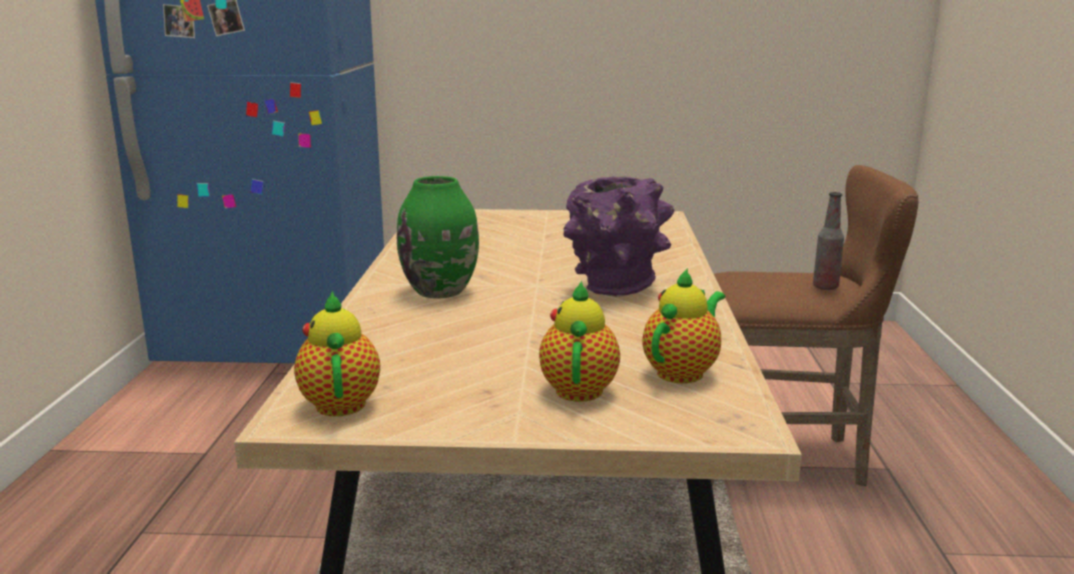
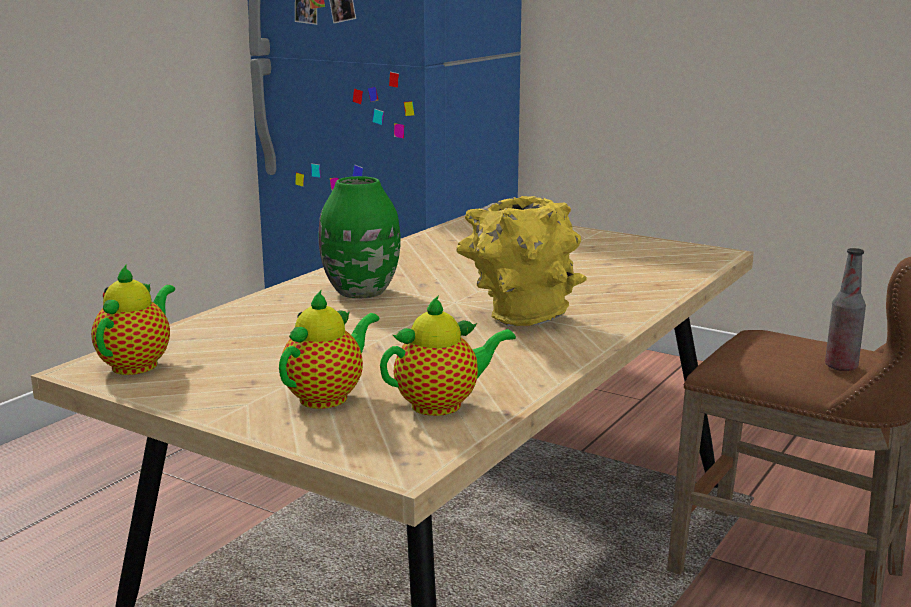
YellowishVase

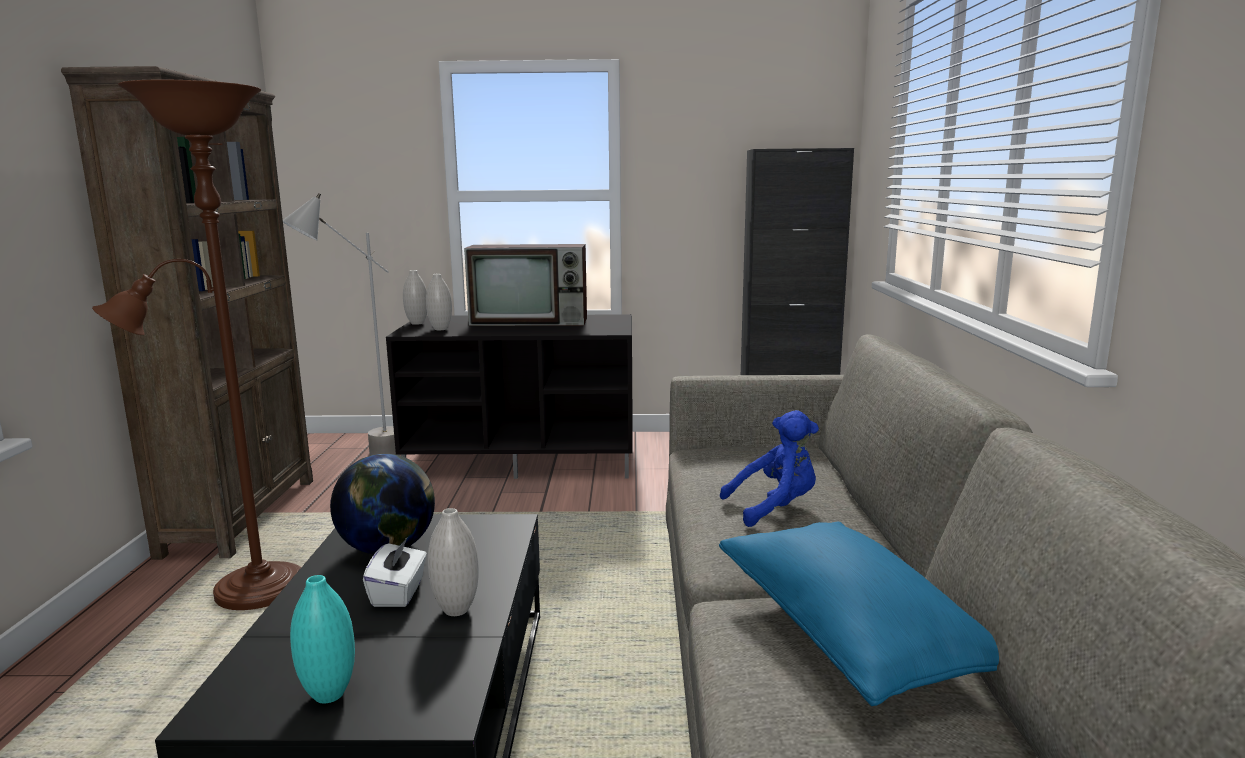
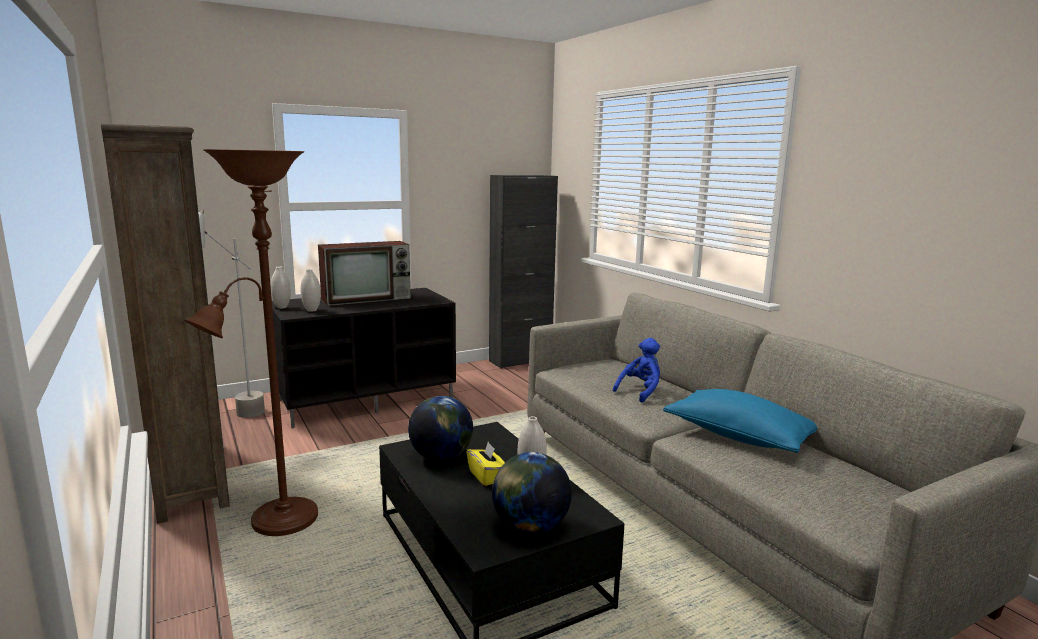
YellowishTissueHolder
Globe (no. 2 from left)

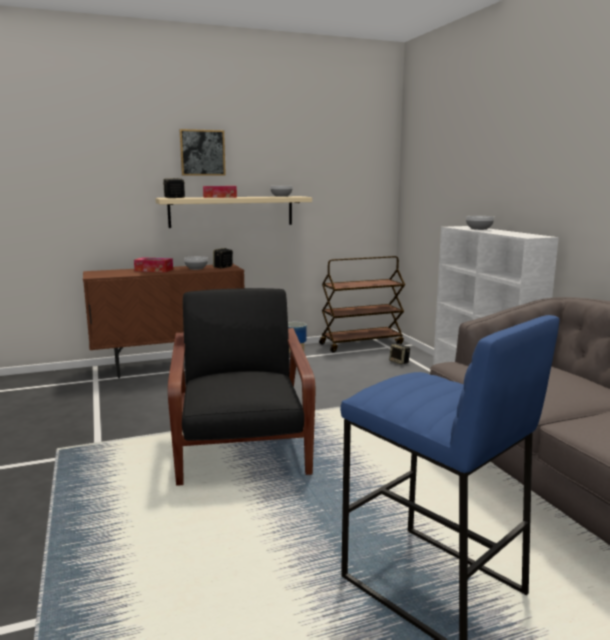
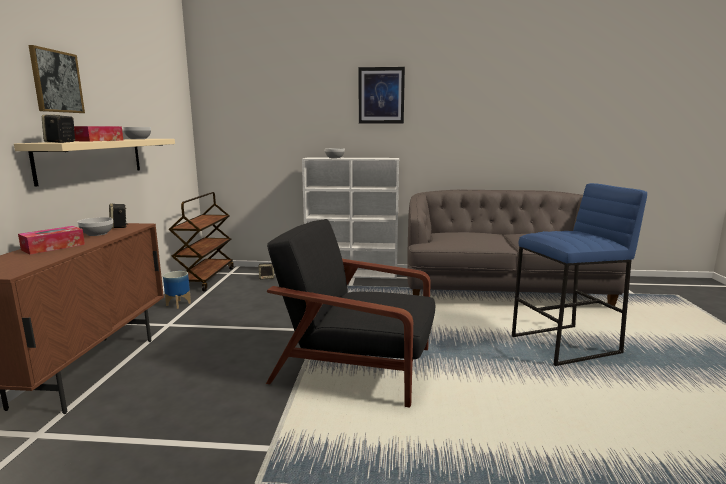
Picture (no. 2 from left)

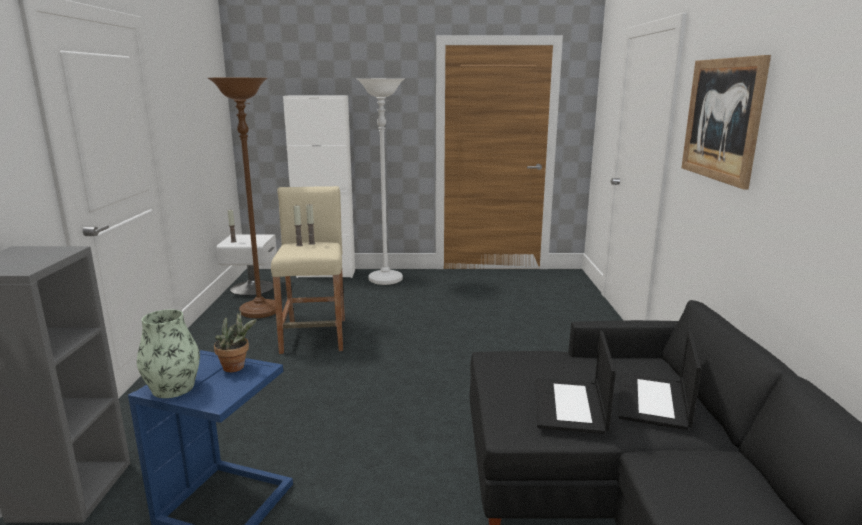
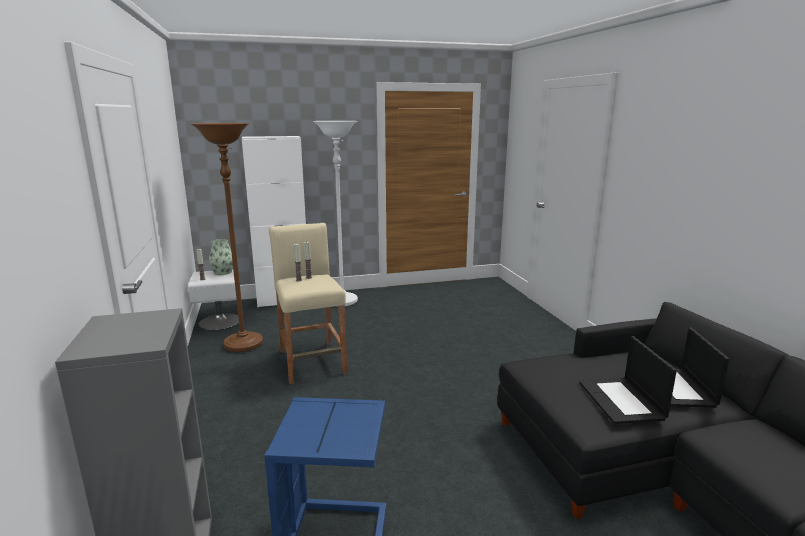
Vase
PlantInAPot
Picture

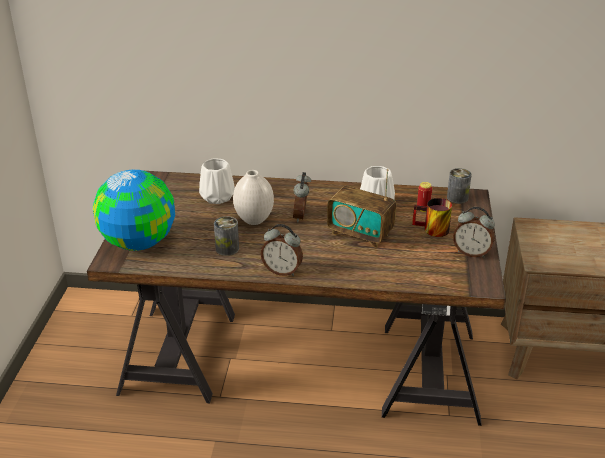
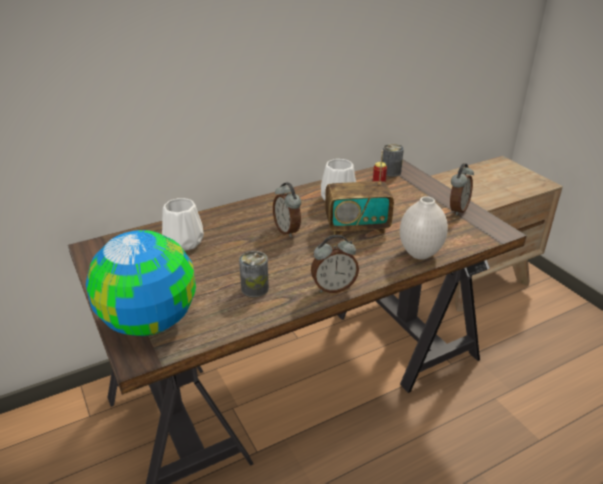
WhitishVase (no. 3 from left)
AlarmClock (no. 3 from left)
CoffeeMug

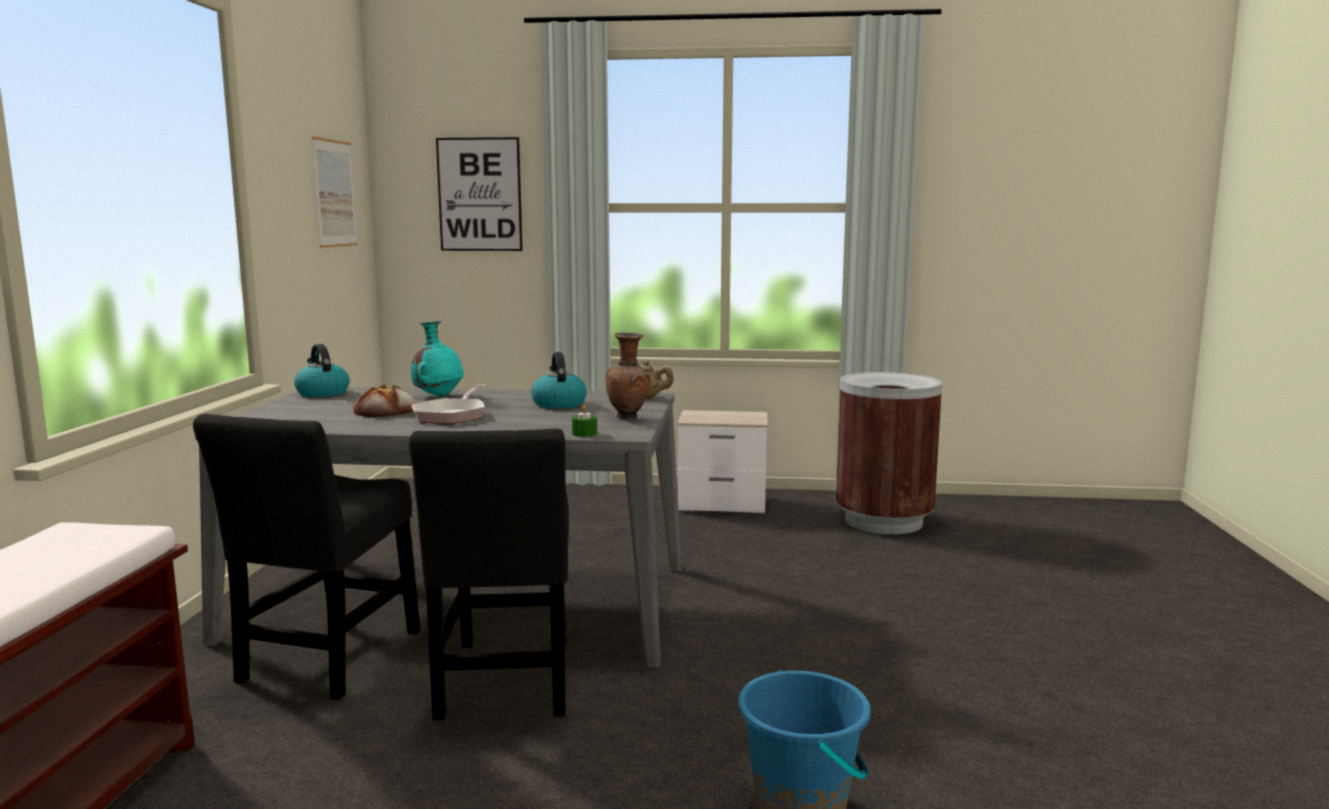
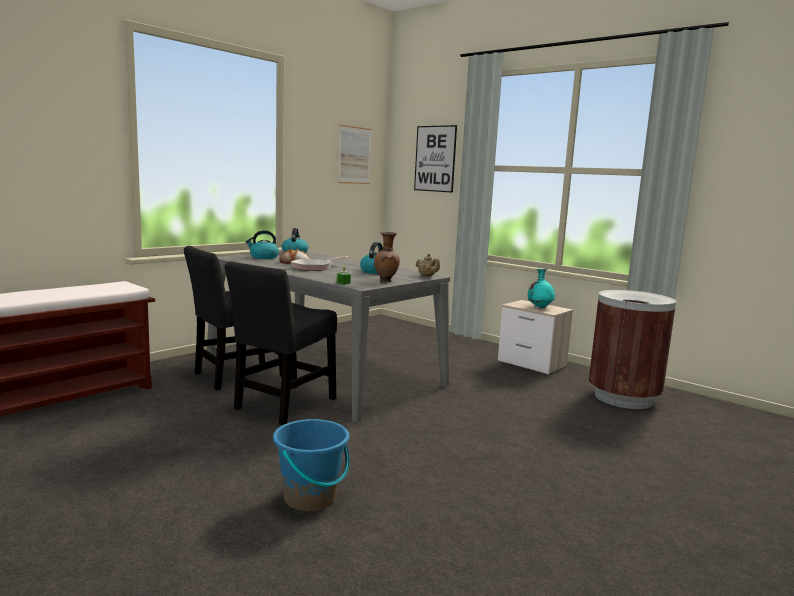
Kettle (no. 1 from left)
BlueGreenVase

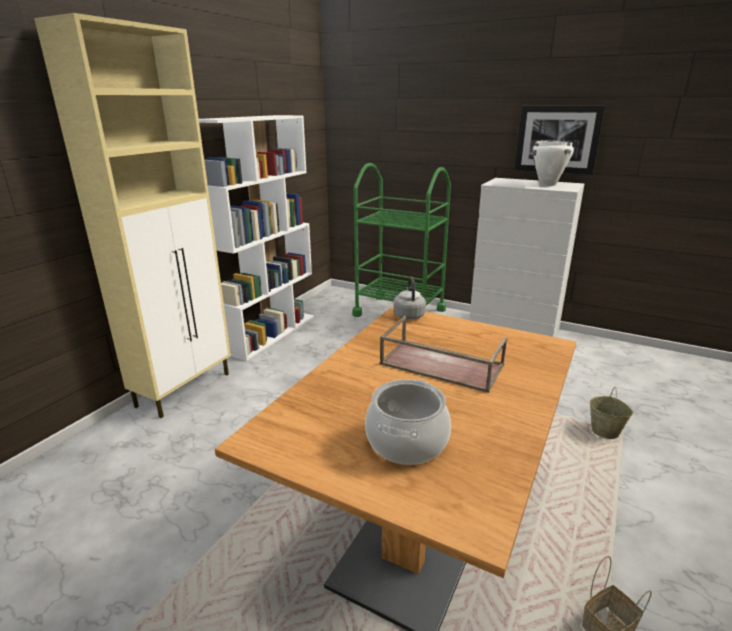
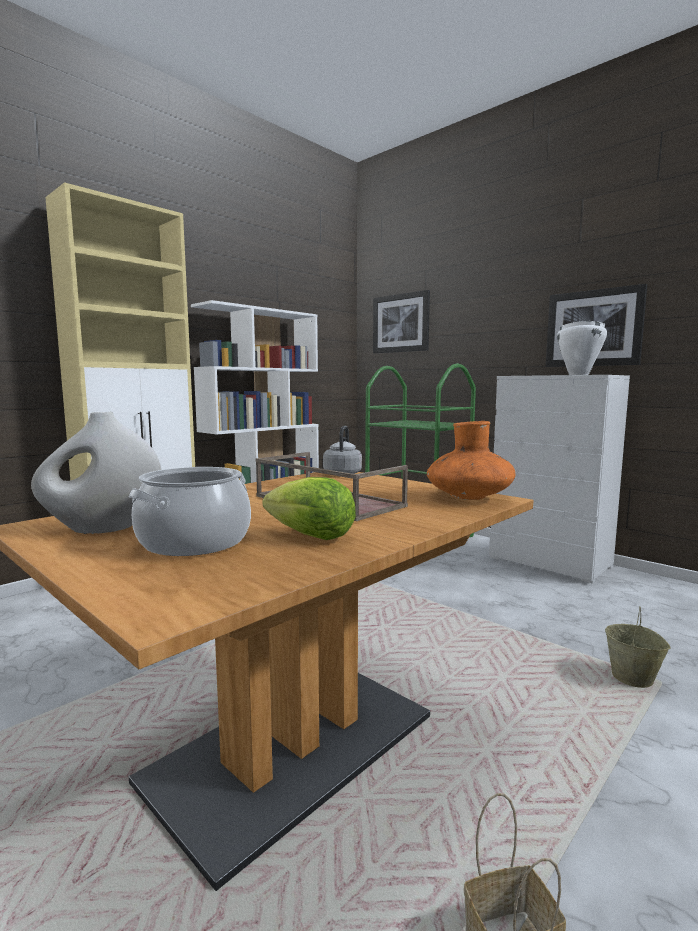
WhitishVase
LettuceHead
Picture (no. 1 from left)
OrangeVase

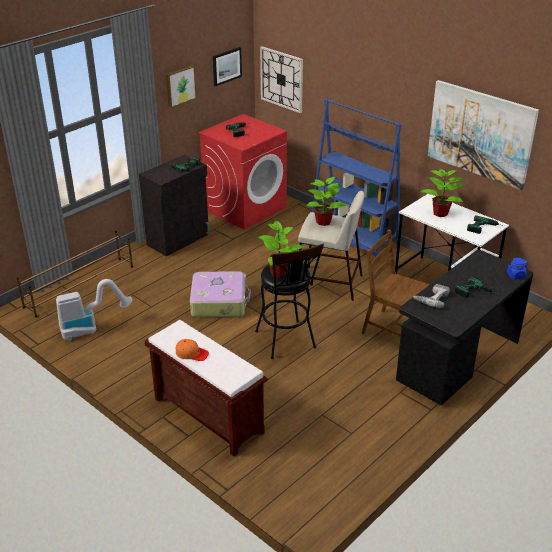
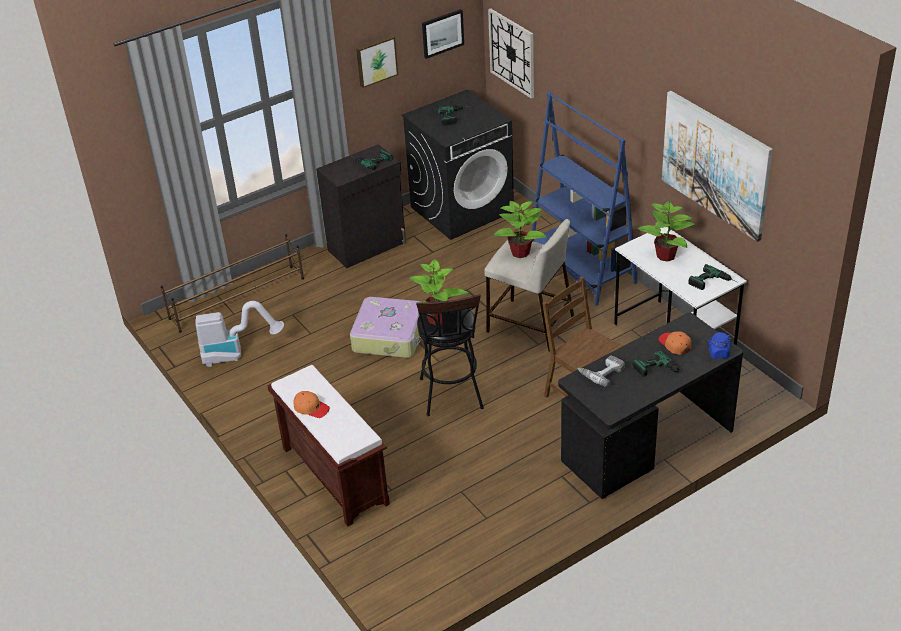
BlackishWashingMachine
OrangeCap (no. 2 from left)

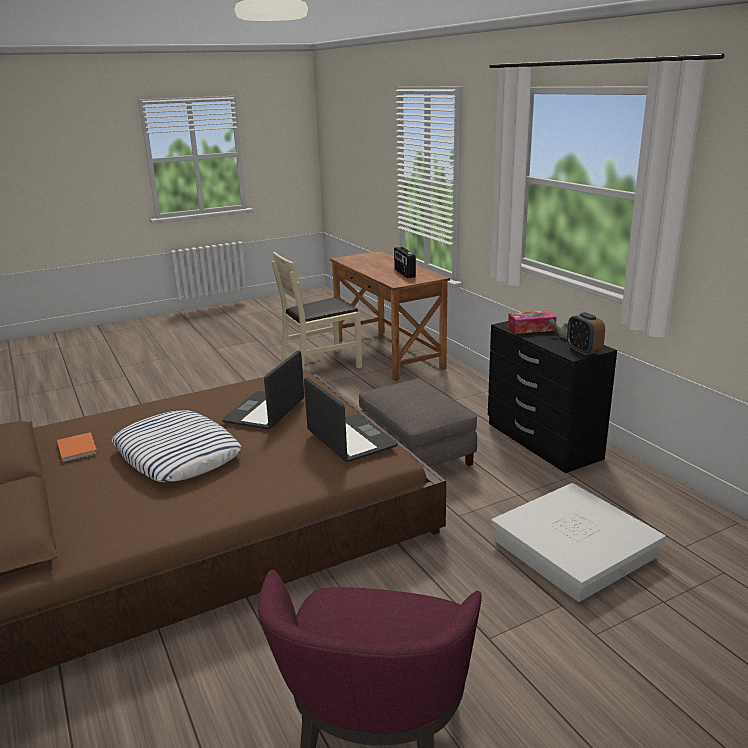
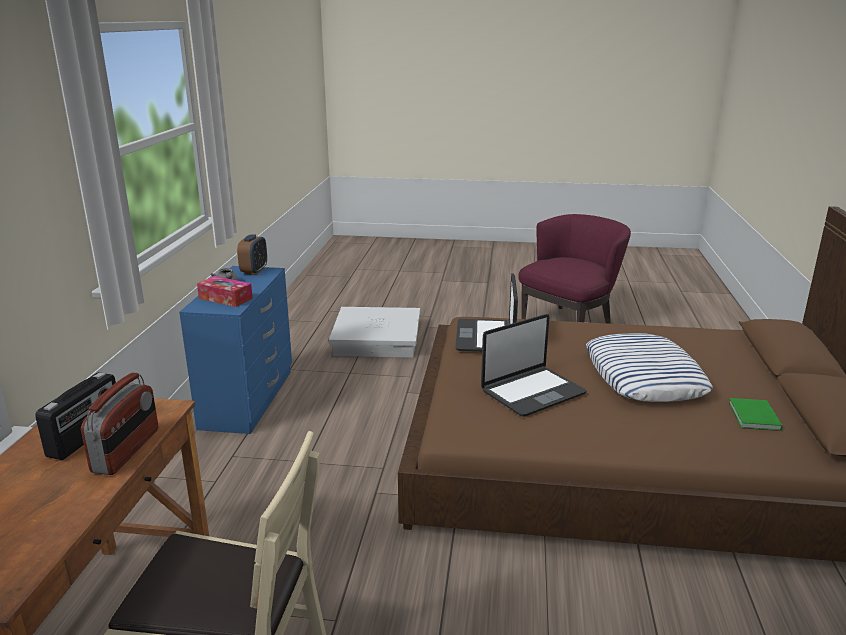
RadioReceiver (no. 2 from left)
BlueColouredChestOfDrawers
GreenBoundBook
GreyPouffe

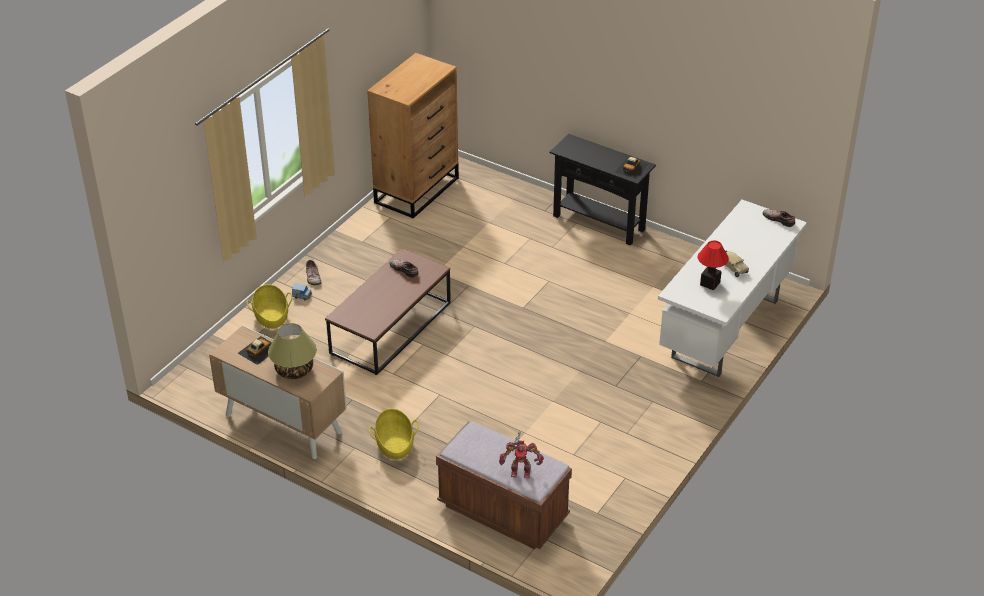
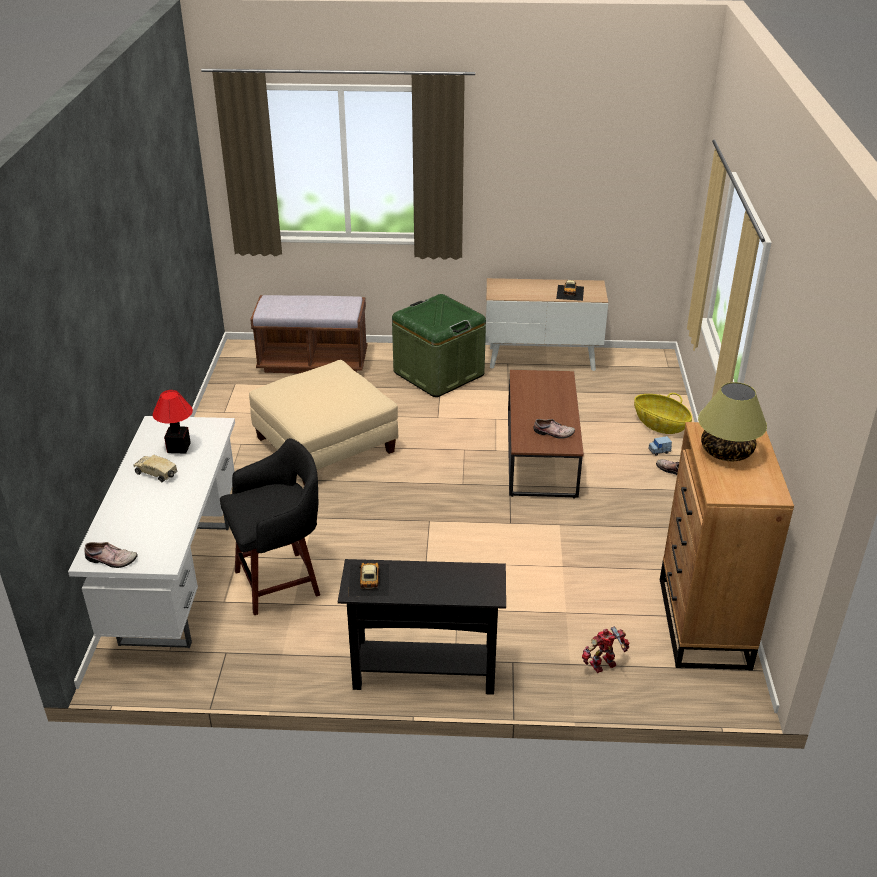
BlackishStool
BeigeColouredPouffe
GreenStorageBox
ModelRobot
LampForATable (no. 2 from left)

